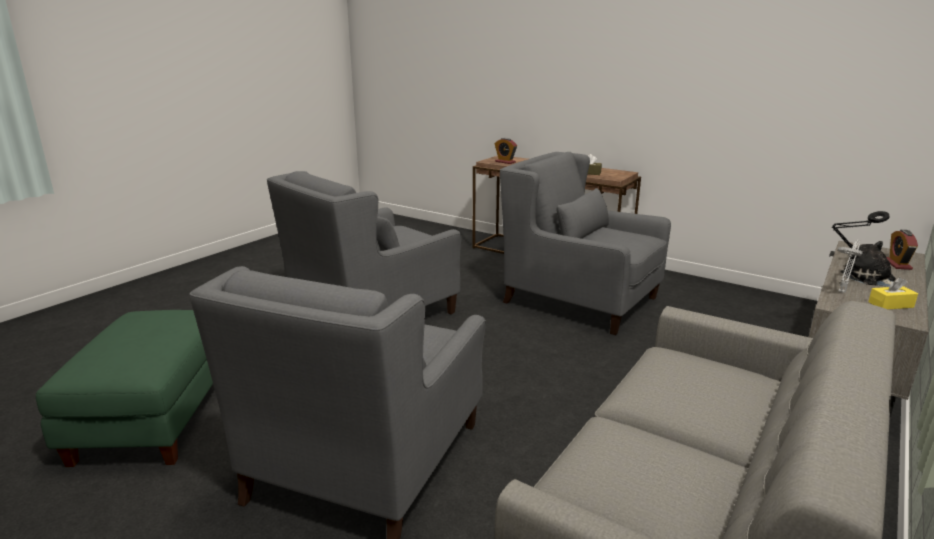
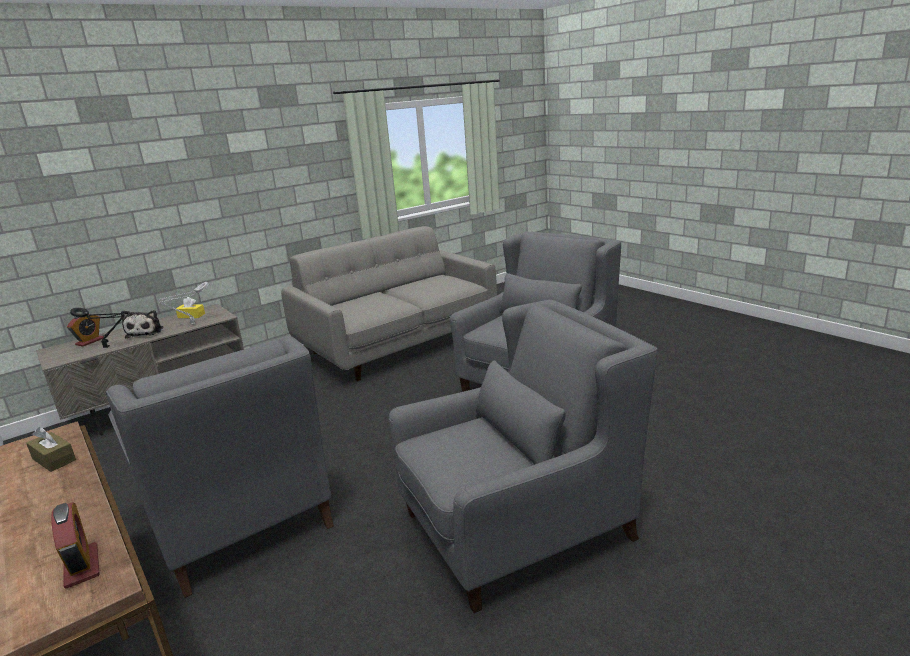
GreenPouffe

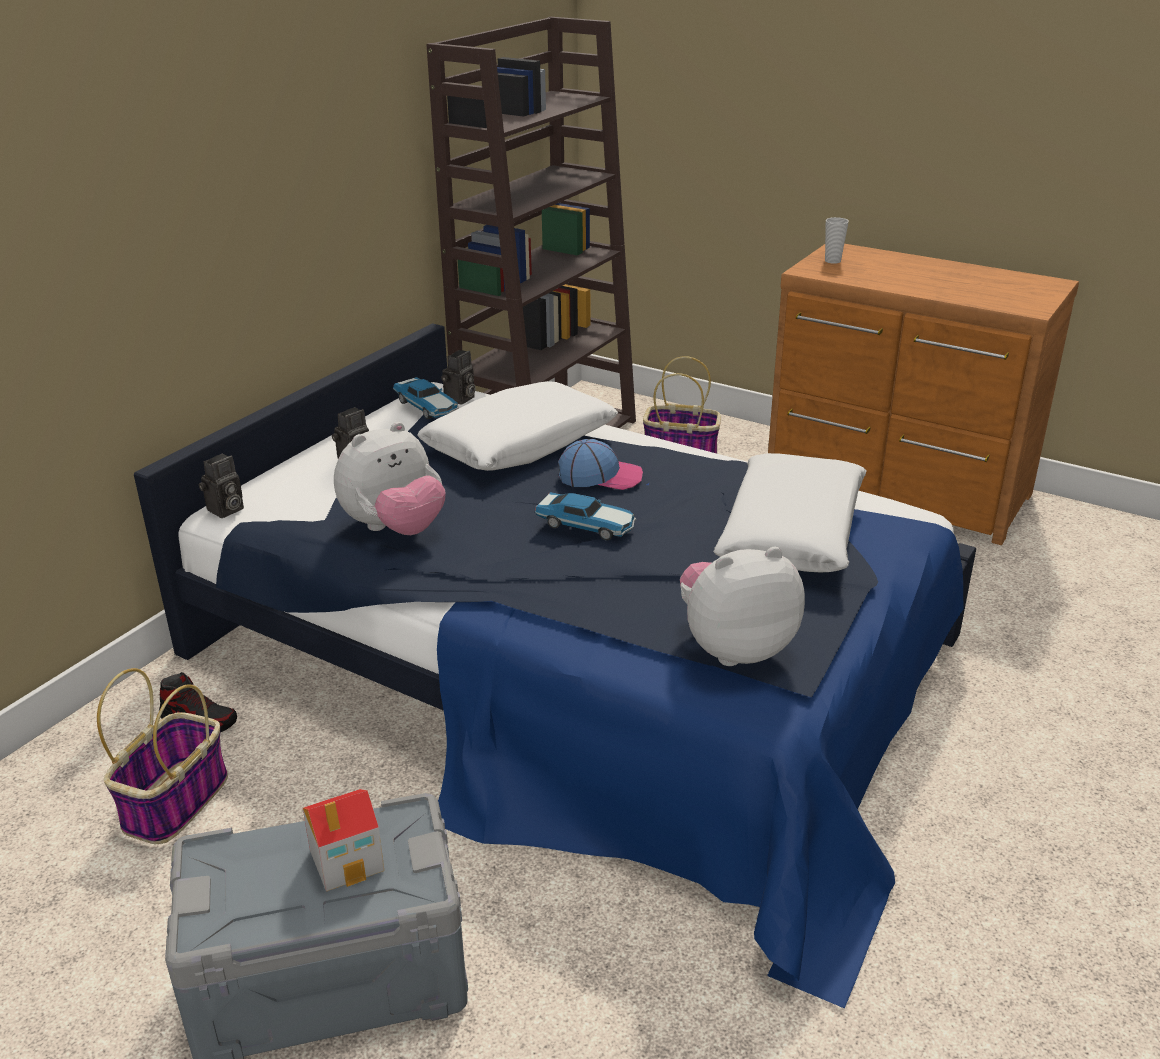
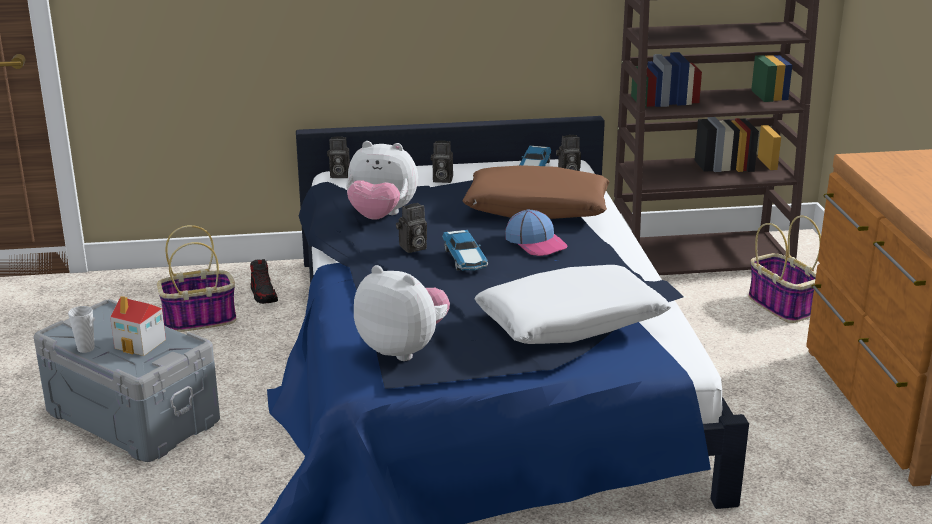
DrinkingCup
PhotoCamera (no. 2 from left)
BrownishPillow

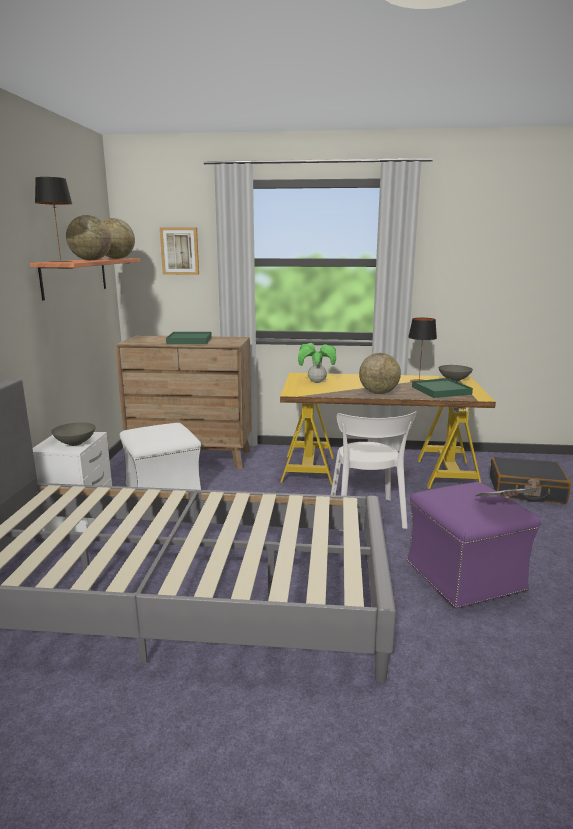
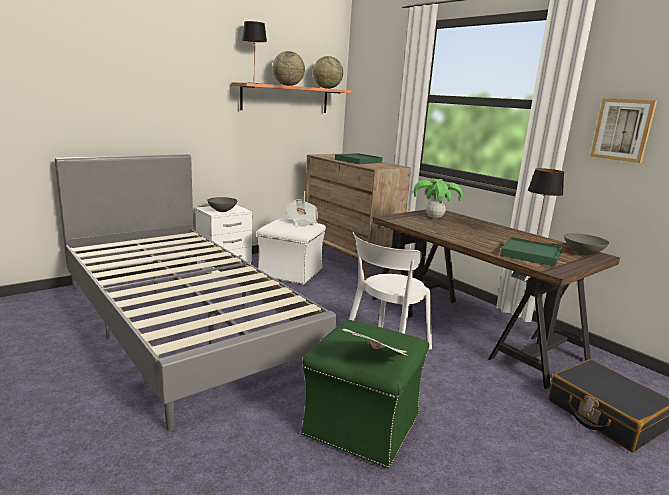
DailyPaper (no. 1 from left)
GreenPouffe
BrownishDesk
Picture
Globe (no. 3 from left in the first image)

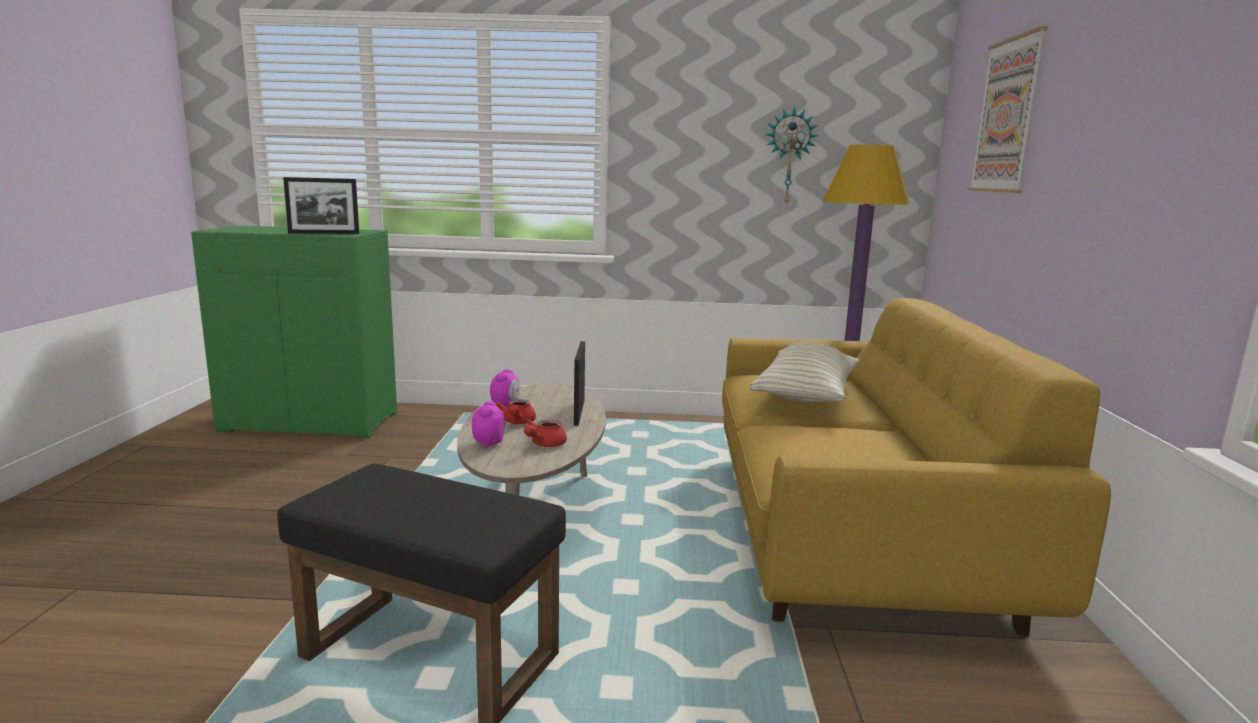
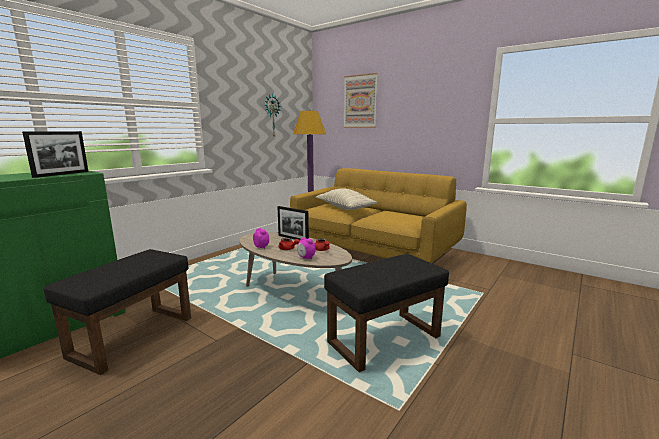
BlackishPouffe (no. 1 from left)

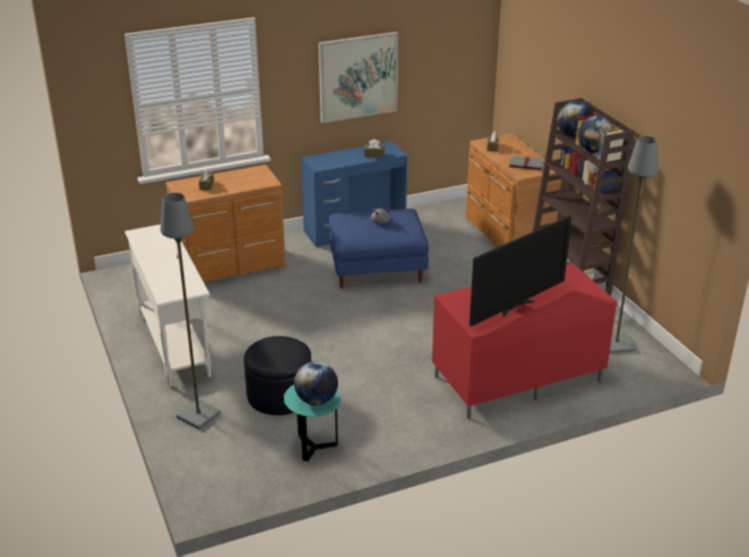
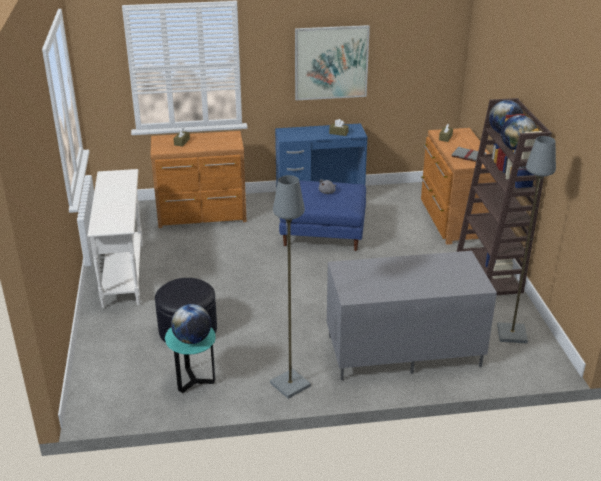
GreyStandingLamp (no. 1 from left)
GreyTvStand
Tv

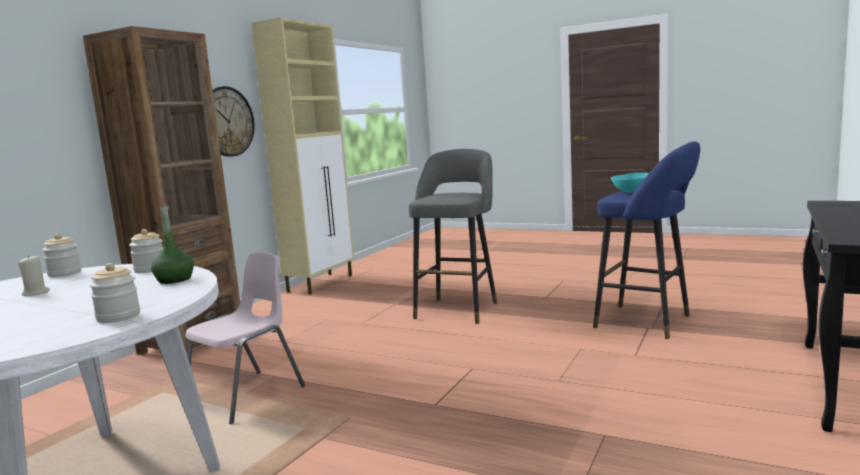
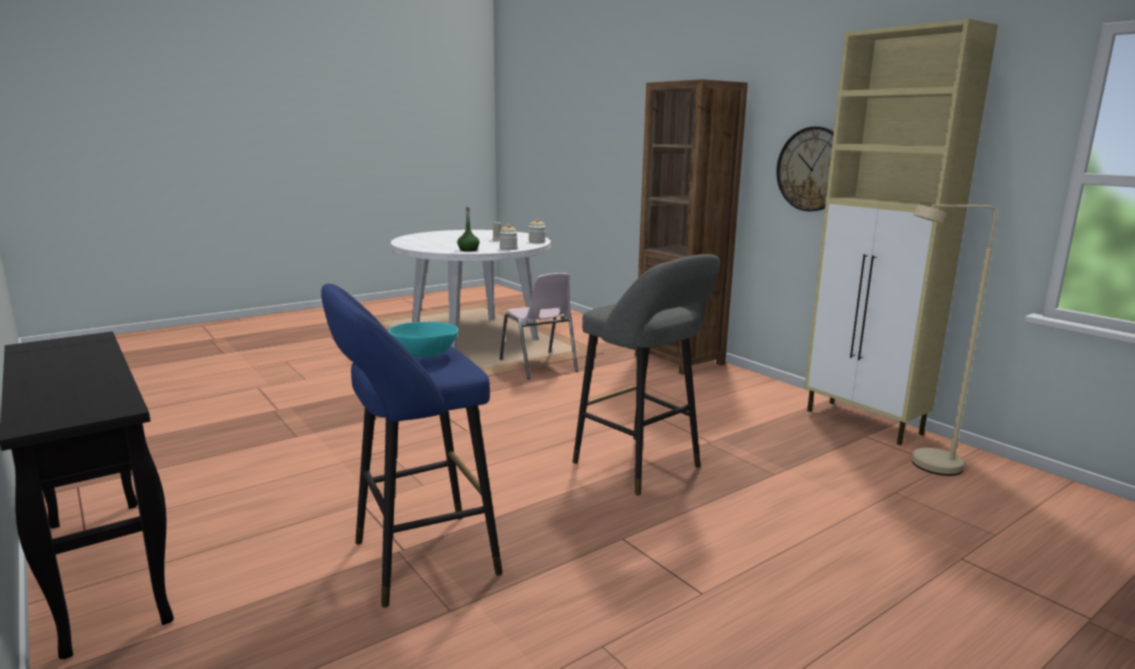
BeigeColouredStandingLamp
StorageJar (no. 2 from left in the first image)

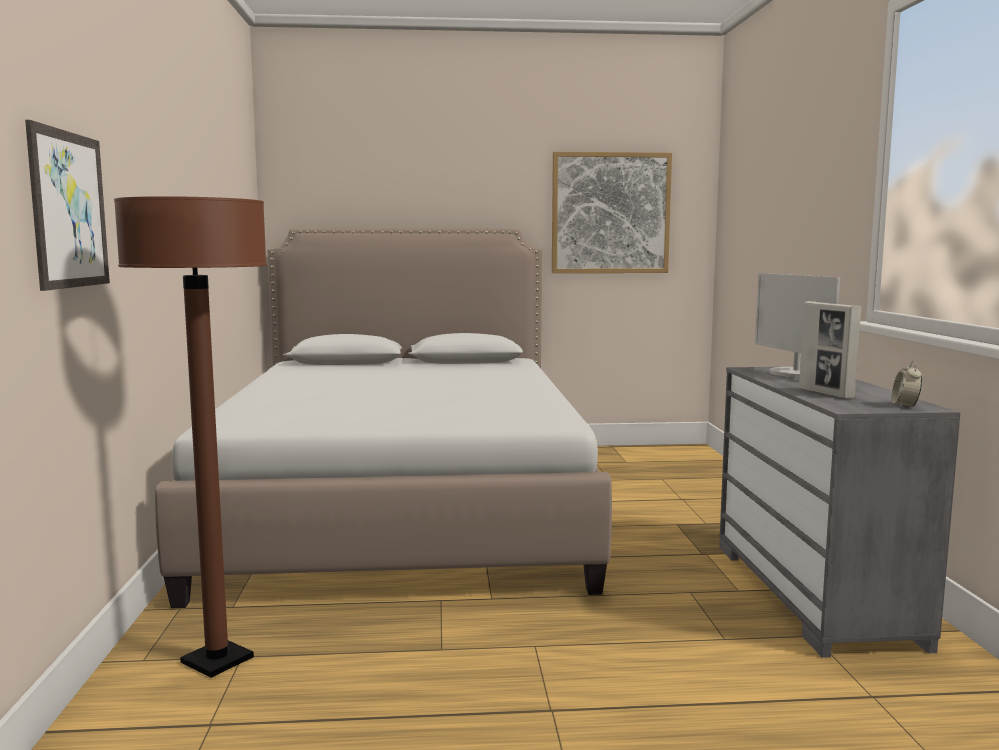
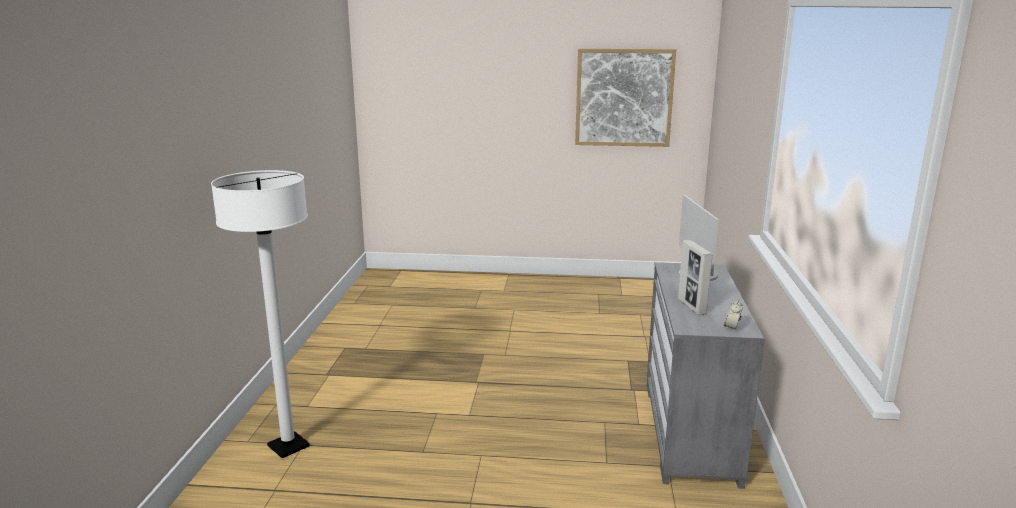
WhitishStandingLamp
Picture (no. 1 from left in the first image)
Bed

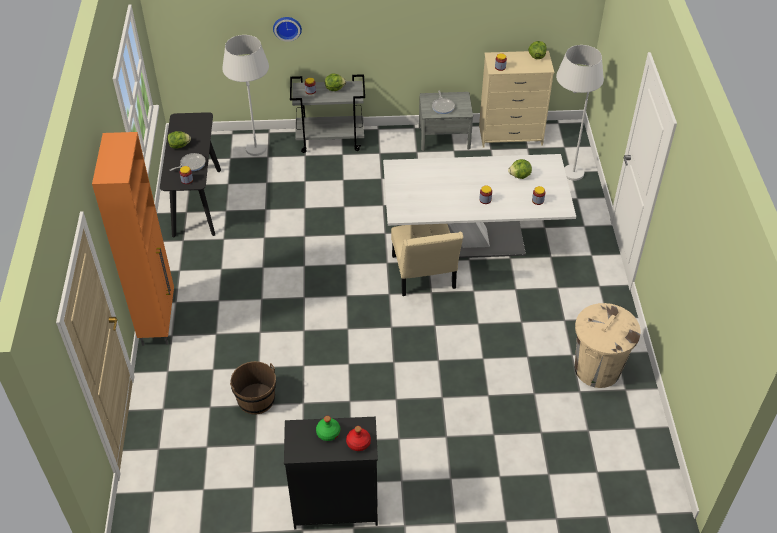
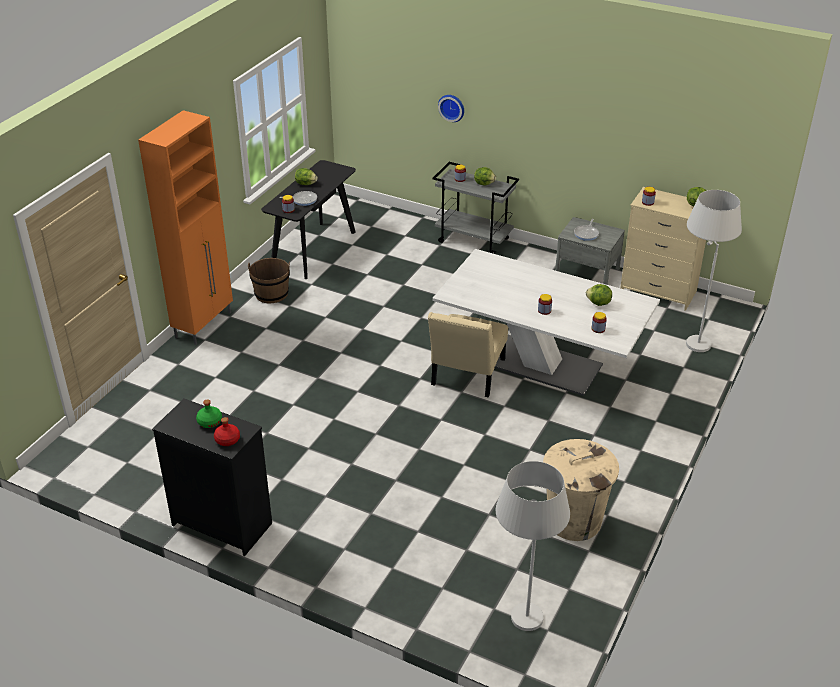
BrownishBucket
WhitishStandingLamp (no. 1 from left)

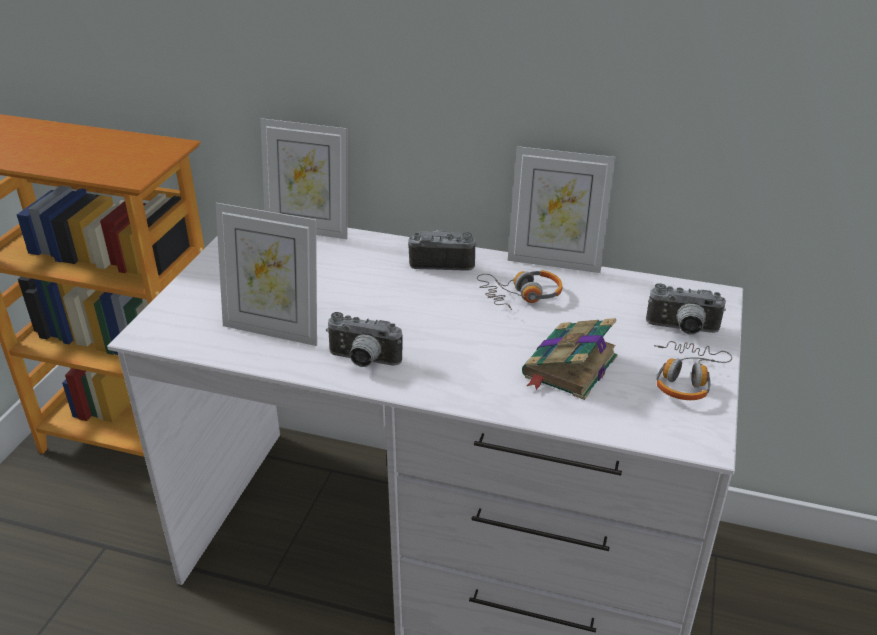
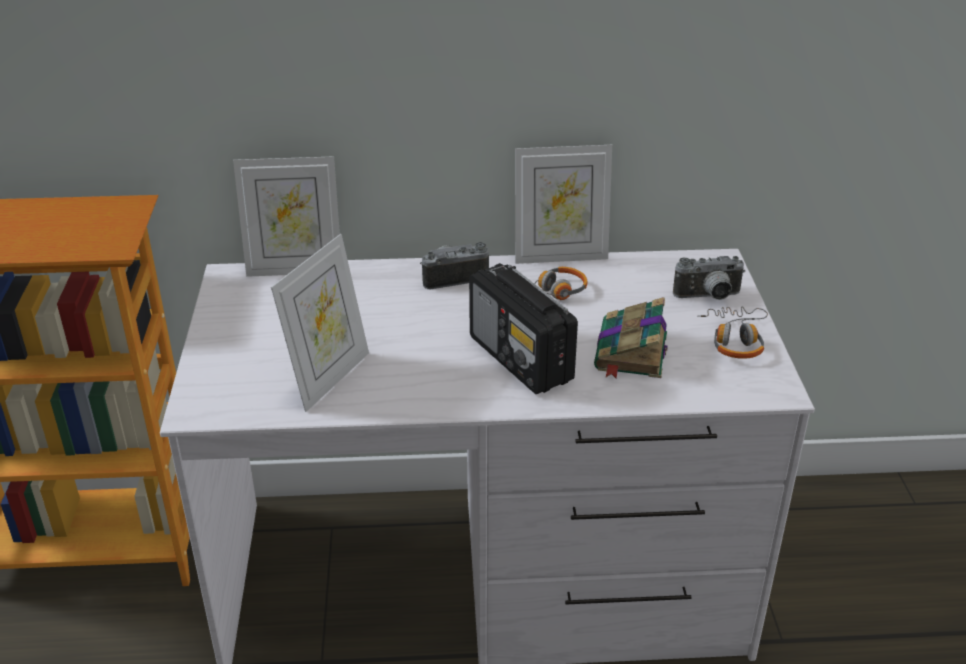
StandingFrame (no. 2 from left)
RadioReceiver
PhotoCamera (no. 1 from left in the first image)

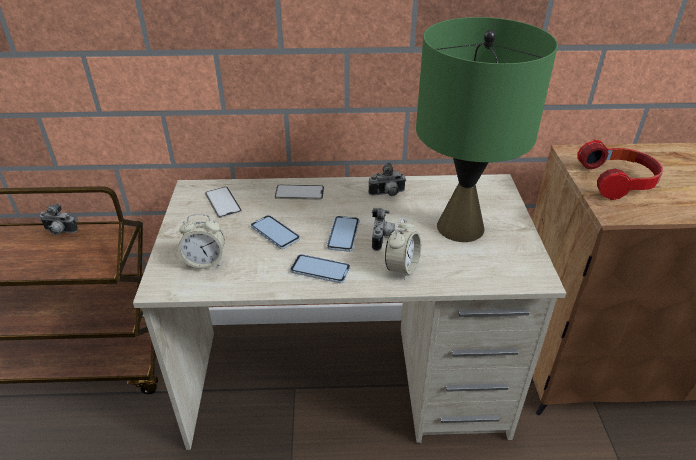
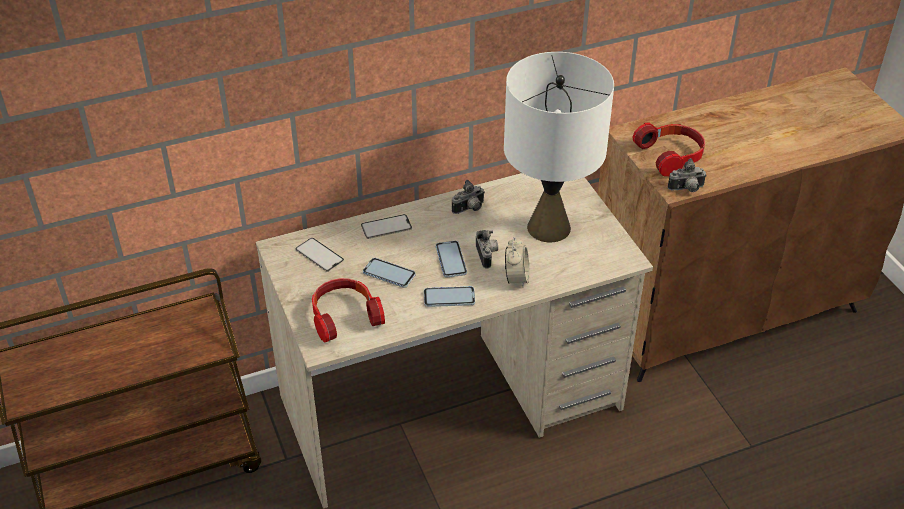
PairOfHeadphones (no. 1 from left)
WhitishLampForATable
PhotoCamera (no. 3 from left)

